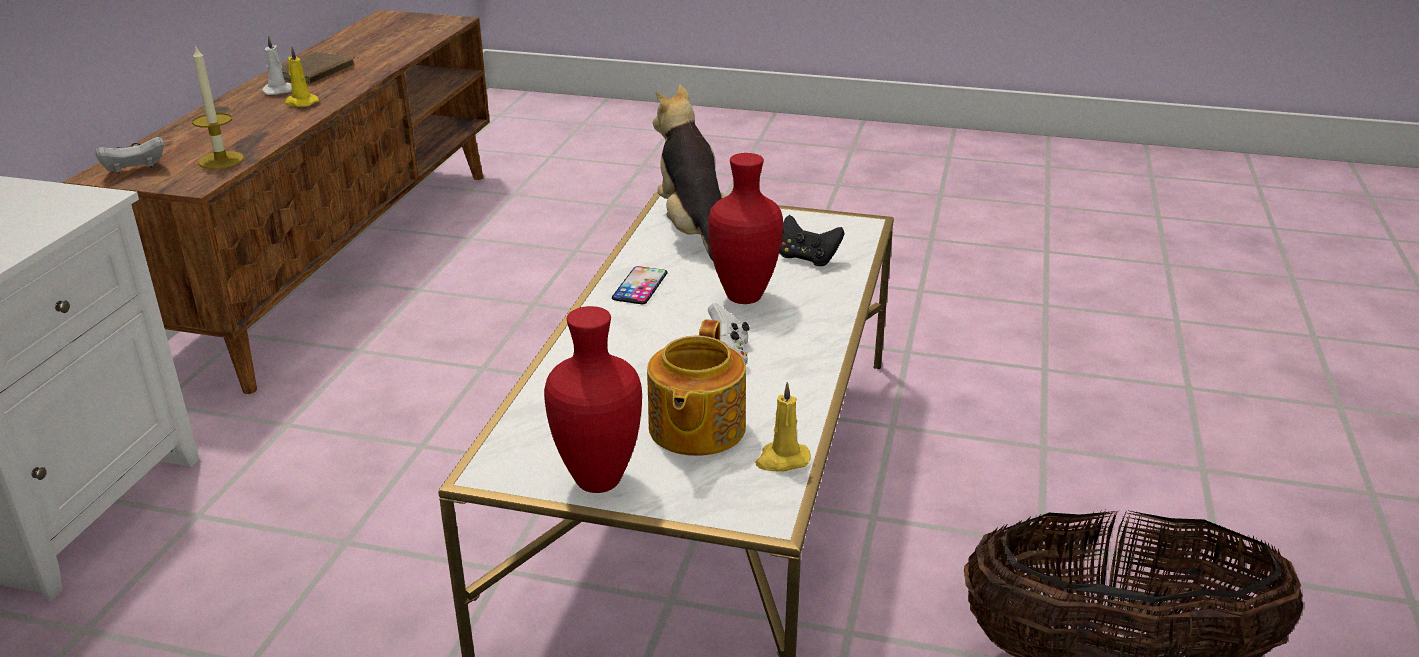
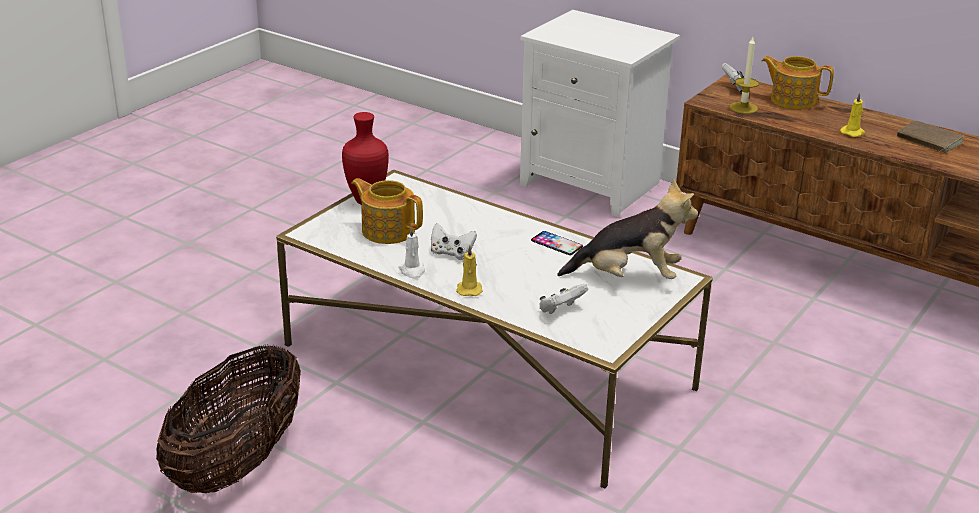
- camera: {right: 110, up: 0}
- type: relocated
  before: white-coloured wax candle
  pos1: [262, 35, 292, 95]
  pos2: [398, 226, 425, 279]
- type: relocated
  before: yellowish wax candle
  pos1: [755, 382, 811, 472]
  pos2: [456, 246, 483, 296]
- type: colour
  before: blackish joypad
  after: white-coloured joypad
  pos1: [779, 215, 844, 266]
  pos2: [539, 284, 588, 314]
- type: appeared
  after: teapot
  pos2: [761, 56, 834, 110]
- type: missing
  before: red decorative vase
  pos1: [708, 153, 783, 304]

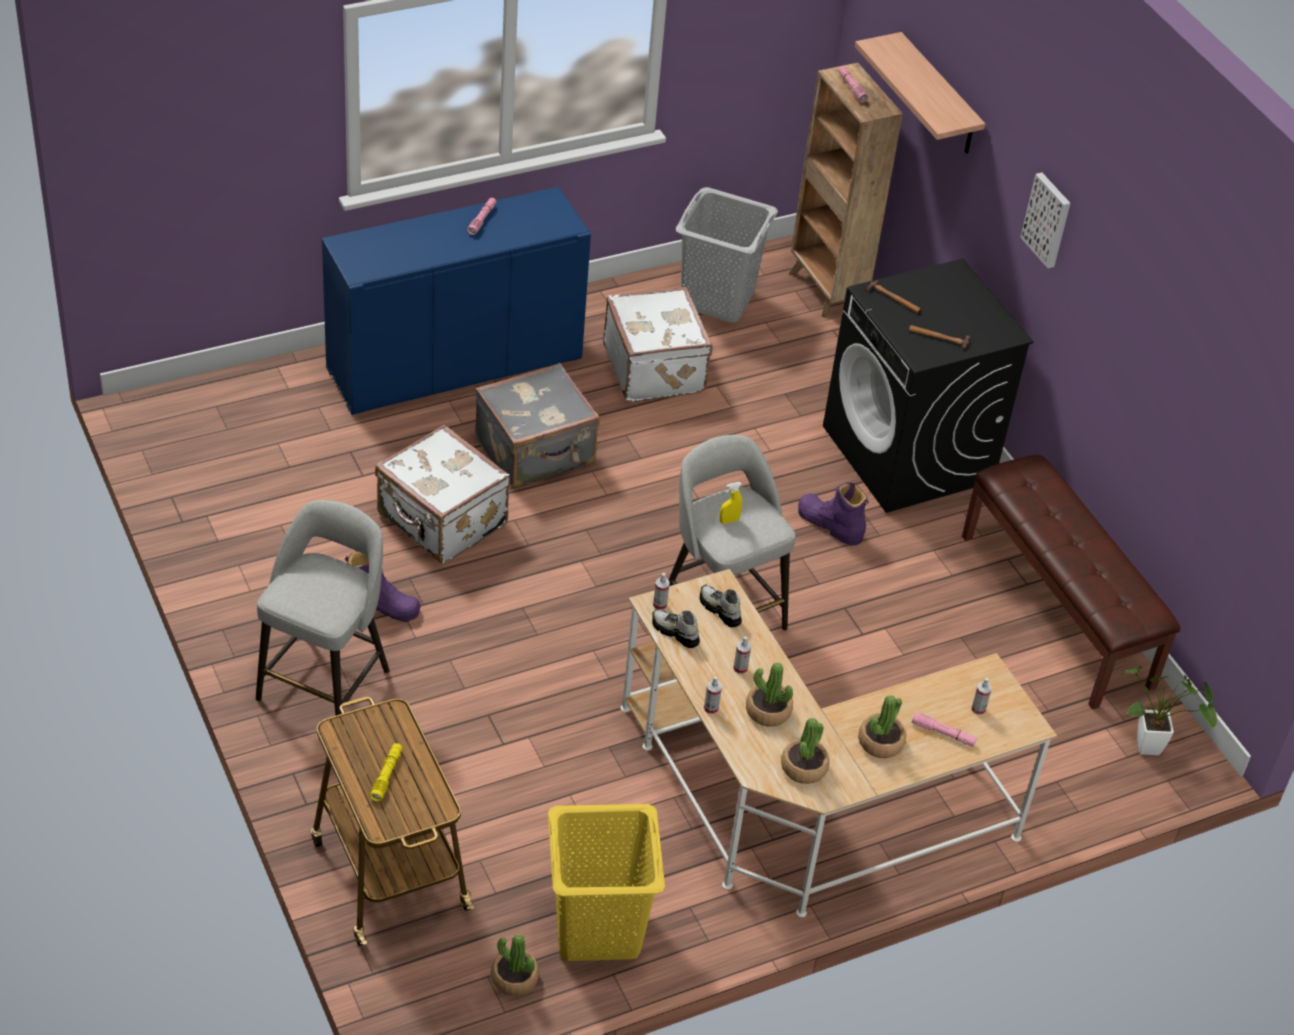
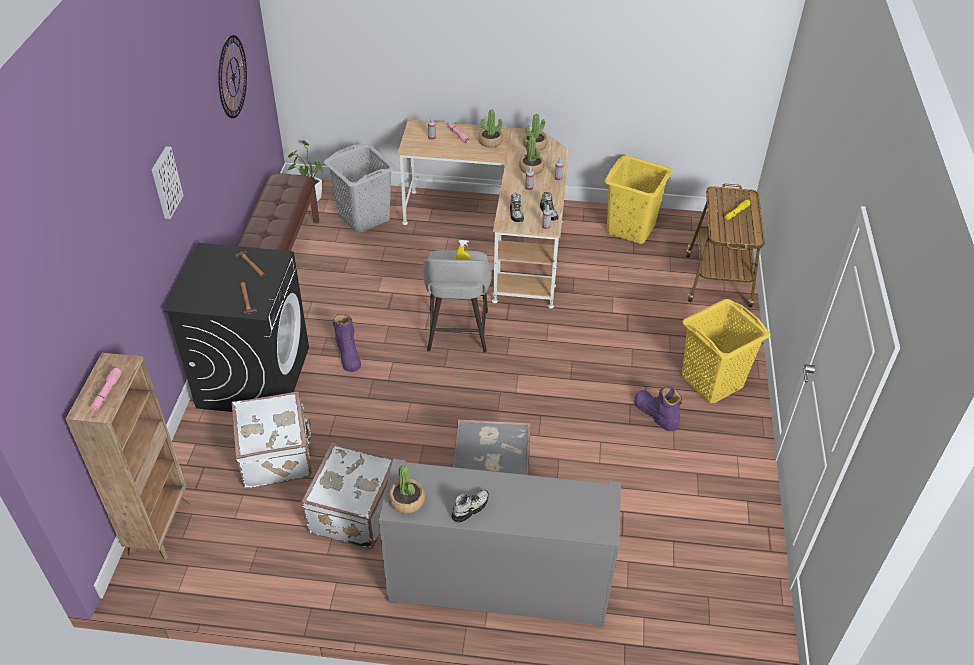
- camera: {right: -145, up: 0}
- type: appeared
  after: hanging clock
  pos2: [218, 35, 247, 118]
- type: relocated
  before: white-coloured suitcase
  pos1: [375, 425, 510, 564]
  pos2: [232, 391, 312, 488]
- type: relocated
  before: gray hamper
  pos1: [676, 187, 778, 323]
  pos2: [324, 144, 396, 233]
- type: colour
  before: blue-coloured cupboard
  after: gray cupboard
  pos1: [322, 187, 591, 415]
  pos2: [379, 459, 621, 627]
- type: relocated
  before: houseplant
  pos1: [491, 934, 539, 996]
  pos2: [388, 465, 425, 514]
- type: exchanged
  before: pink hand torch
  after: shoe
  pos1: [467, 198, 496, 235]
  pos2: [452, 490, 489, 523]
- type: exchanged
  before: gray sitting stool
  after: yellowish hamper
  pos1: [256, 500, 390, 716]
  pos2: [682, 299, 771, 403]
- type: missing
  before: shelf
  pos1: [855, 32, 985, 153]

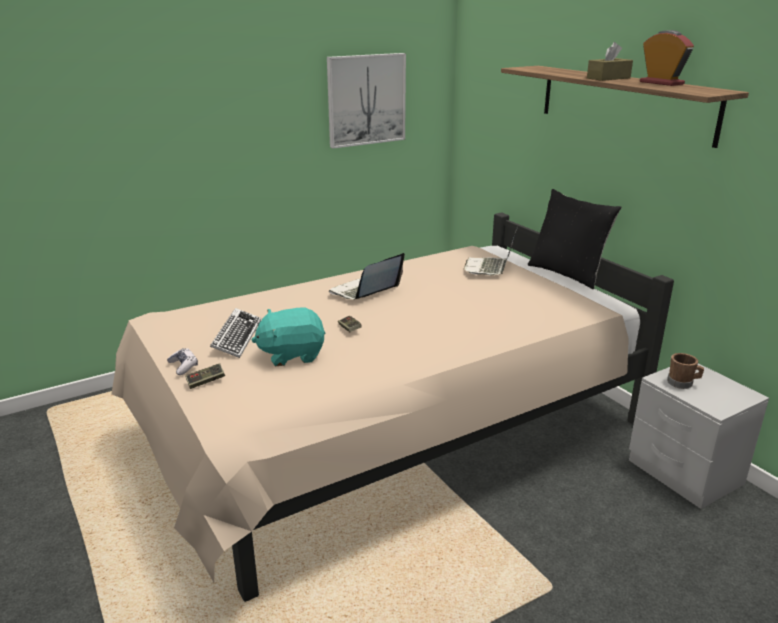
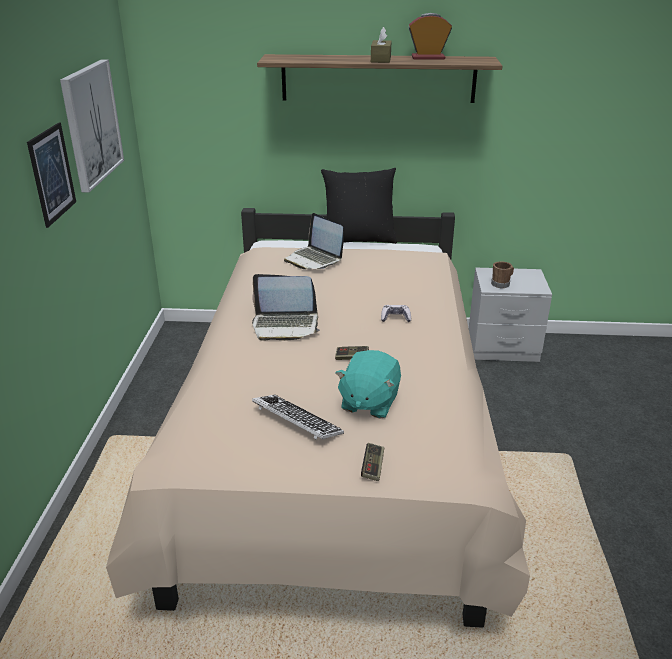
- camera: {right: -55, up: 5}
- type: appeared
  after: picture
  pos2: [27, 122, 76, 228]
- type: spun
  before: notebook computer
  pos1: [329, 253, 405, 300]
  pos2: [252, 274, 320, 341]
  turn: -75
- type: relocated
  before: joypad
  pos1: [167, 348, 198, 375]
  pos2: [381, 305, 411, 322]

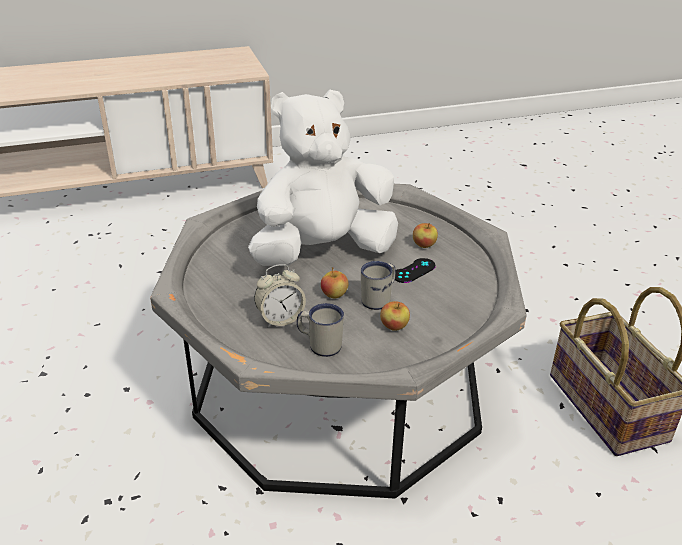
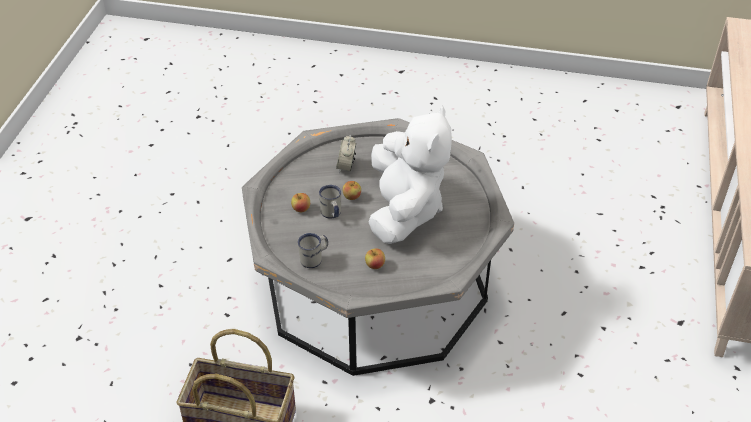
- camera: {right: 120, up: 10}
- type: relocated
  before: white-coloured mug
  pos1: [297, 303, 344, 357]
  pos2: [298, 233, 328, 268]
- type: missing
  before: blackish joypad
  pos1: [395, 258, 436, 283]

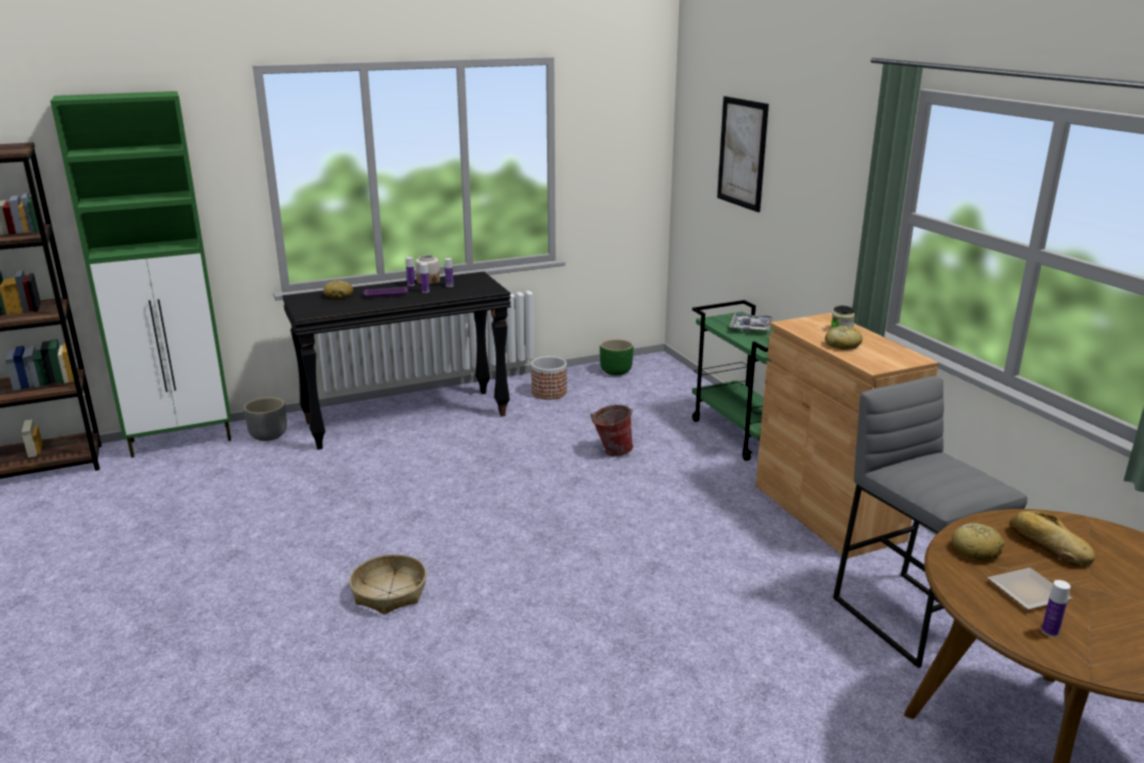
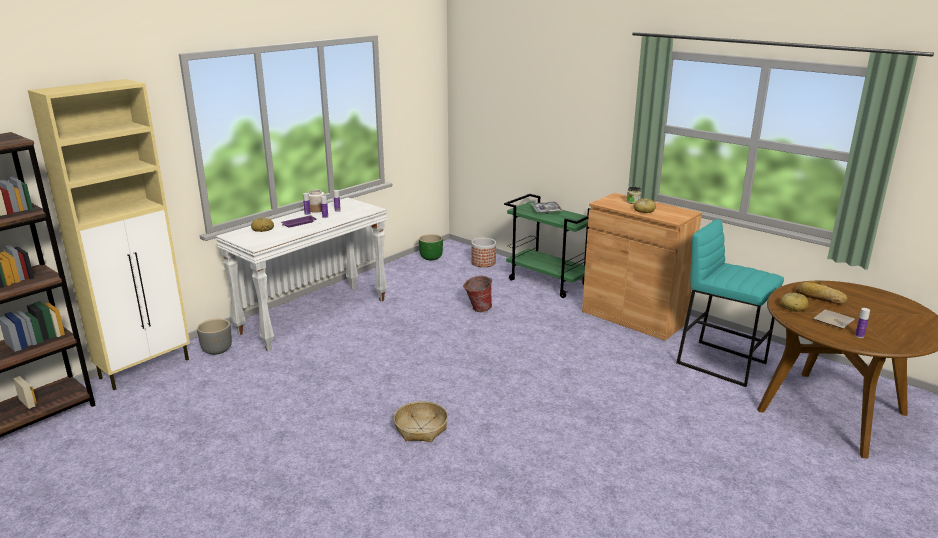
- camera: {right: -25, up: 0}
- type: colour
  before: green cupboard
  after: sand-coloured cupboard
  pos1: [50, 91, 231, 458]
  pos2: [28, 79, 190, 390]
- type: colour
  before: blackish hall table
  after: white-coloured hall table
  pos1: [282, 271, 511, 450]
  pos2: [216, 197, 387, 351]
- type: relocated
  before: planter
  pos1: [531, 356, 567, 400]
  pos2: [471, 238, 496, 267]
- type: colour
  before: gray sitting stool
  after: turquoise sitting stool
  pos1: [833, 376, 1027, 668]
  pos2: [676, 219, 784, 387]
- type: missing
  before: picture
  pos1: [717, 96, 769, 212]

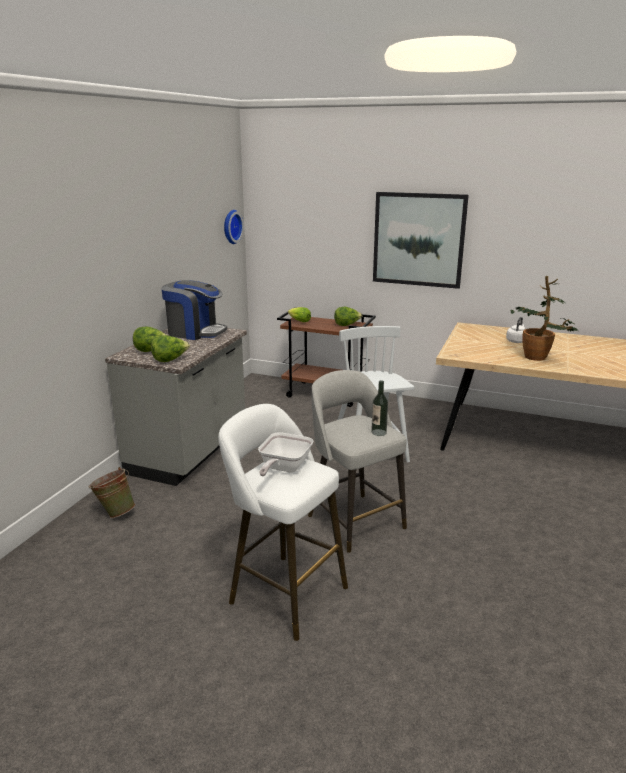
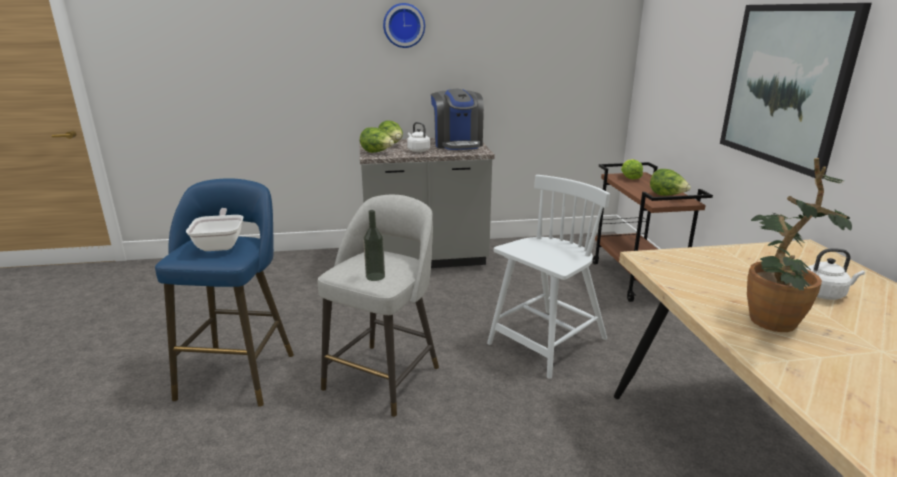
- camera: {right: 60, up: 0}
- type: colour
  before: white-coloured sitting stool
  after: blue-coloured sitting stool
  pos1: [218, 404, 348, 641]
  pos2: [155, 178, 294, 407]
- type: spun
  before: pan
  pos1: [258, 432, 313, 476]
  pos2: [186, 208, 243, 251]
  turn: 90
- type: relocated
  before: hanging clock
  pos1: [224, 210, 244, 244]
  pos2: [383, 3, 425, 48]
- type: appeared
  after: white-coloured tea kettle
  pos2: [407, 122, 430, 152]
- type: missing
  before: green pail
  pos1: [89, 467, 135, 518]

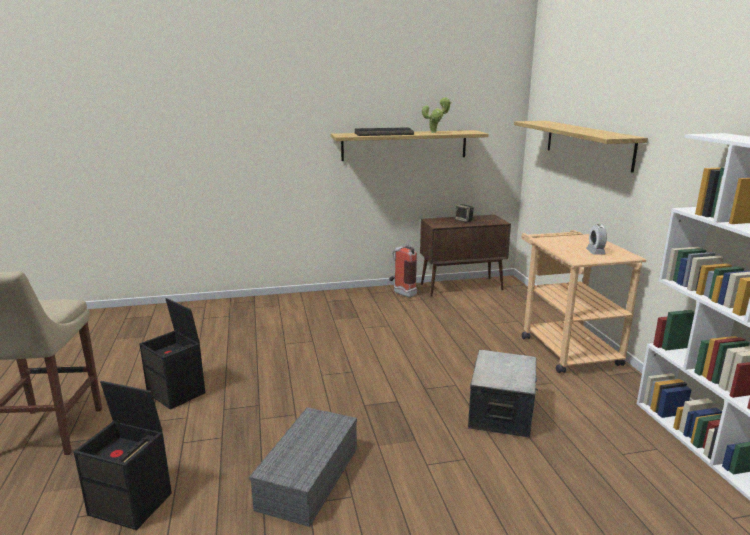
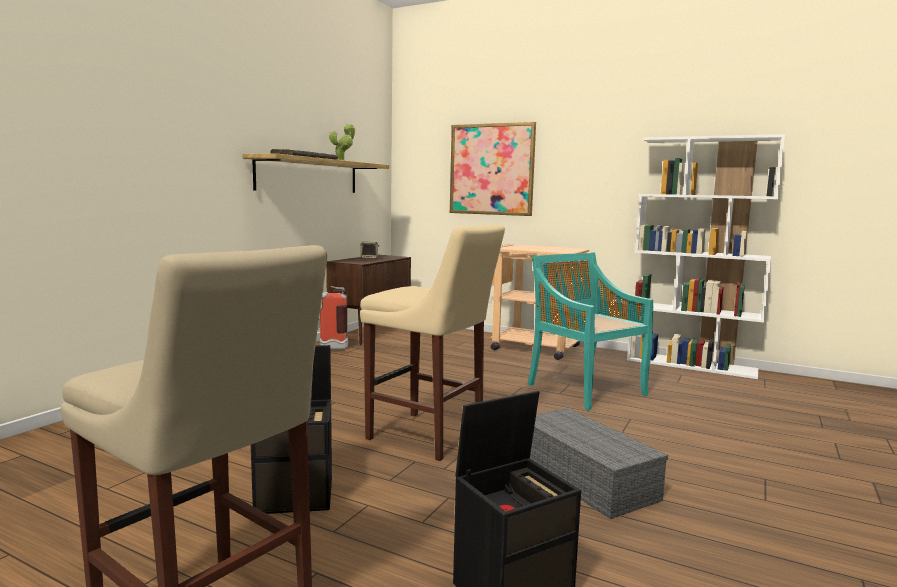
- camera: {right: -50, up: -10}
- type: appeared
  after: sand-coloured sitting stool
  pos2: [360, 224, 505, 461]
- type: exchanged
  before: shelf
  after: picture
  pos1: [514, 121, 648, 173]
  pos2: [450, 122, 536, 216]
- type: exchanged
  before: storage container
  after: turquoise chair
  pos1: [468, 350, 538, 438]
  pos2: [527, 252, 653, 411]
- type: missing
  before: alarm clock
  pos1: [586, 224, 607, 255]

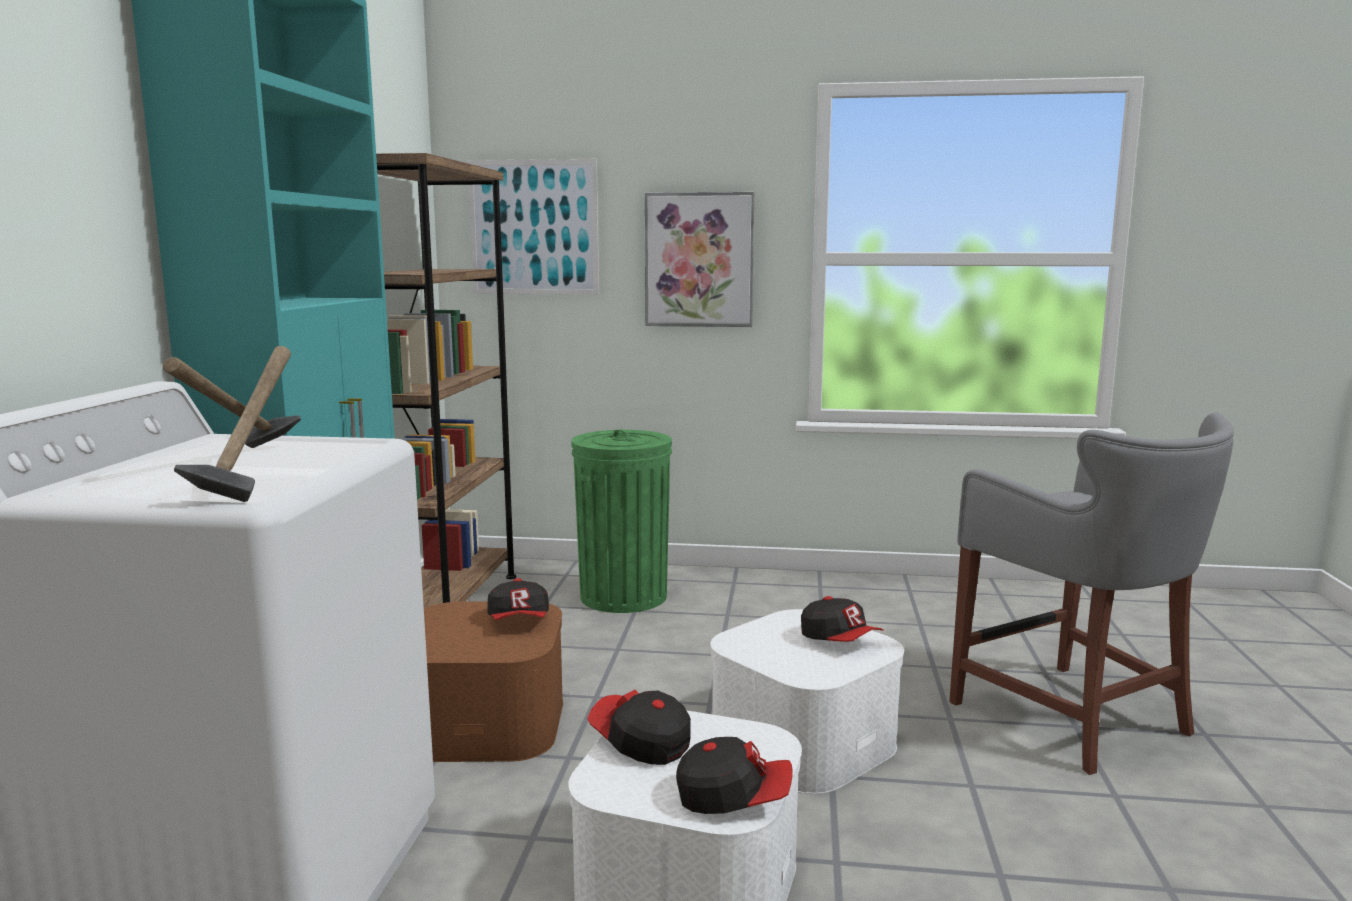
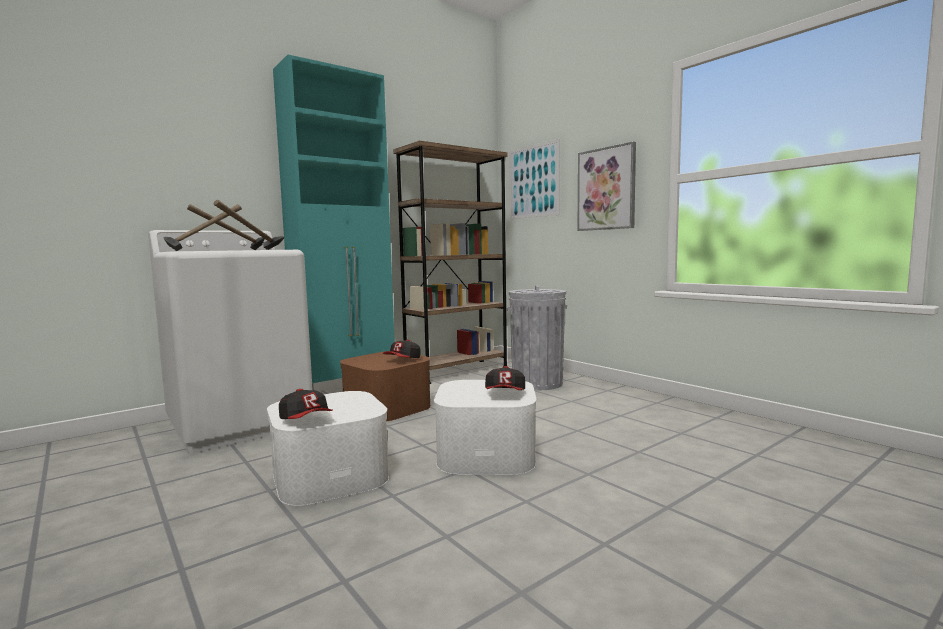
- camera: {right: 45, up: -5}
- type: appeared
  after: hand hammer
  pos2: [214, 200, 284, 250]
- type: colour
  before: green rubbish bin
  after: gray rubbish bin
  pos1: [571, 429, 672, 613]
  pos2: [507, 286, 567, 390]
- type: missing
  before: baseball cap
  pos1: [587, 690, 691, 765]
- type: missing
  before: gray sitting stool
  pos1: [949, 413, 1234, 775]

